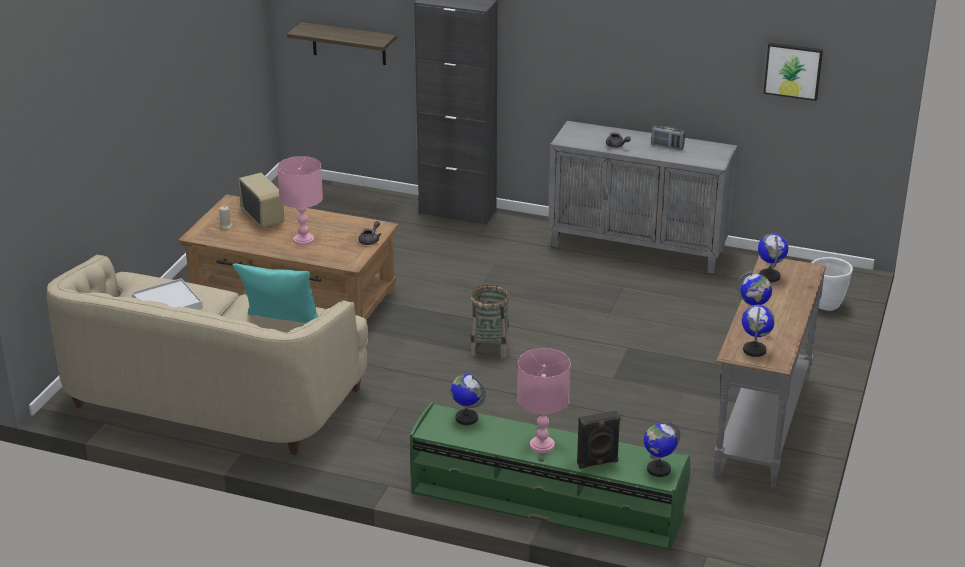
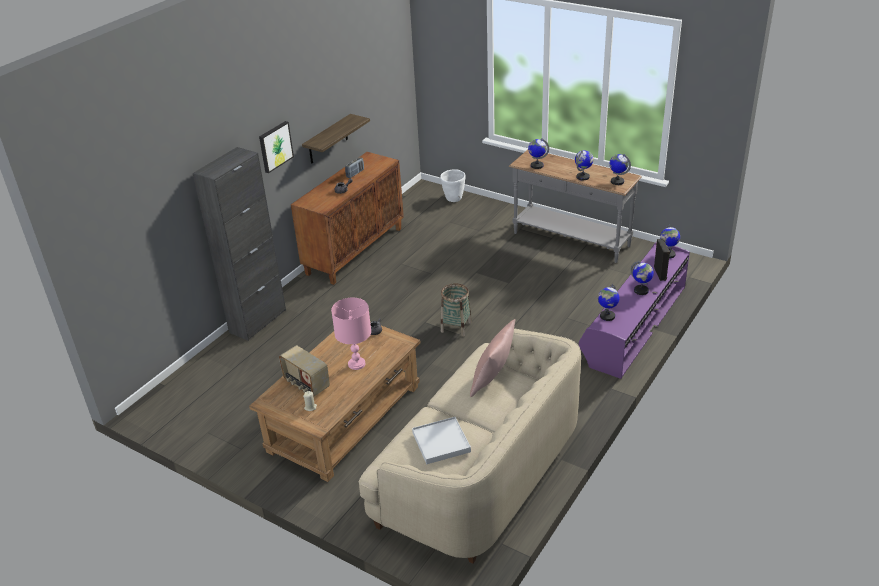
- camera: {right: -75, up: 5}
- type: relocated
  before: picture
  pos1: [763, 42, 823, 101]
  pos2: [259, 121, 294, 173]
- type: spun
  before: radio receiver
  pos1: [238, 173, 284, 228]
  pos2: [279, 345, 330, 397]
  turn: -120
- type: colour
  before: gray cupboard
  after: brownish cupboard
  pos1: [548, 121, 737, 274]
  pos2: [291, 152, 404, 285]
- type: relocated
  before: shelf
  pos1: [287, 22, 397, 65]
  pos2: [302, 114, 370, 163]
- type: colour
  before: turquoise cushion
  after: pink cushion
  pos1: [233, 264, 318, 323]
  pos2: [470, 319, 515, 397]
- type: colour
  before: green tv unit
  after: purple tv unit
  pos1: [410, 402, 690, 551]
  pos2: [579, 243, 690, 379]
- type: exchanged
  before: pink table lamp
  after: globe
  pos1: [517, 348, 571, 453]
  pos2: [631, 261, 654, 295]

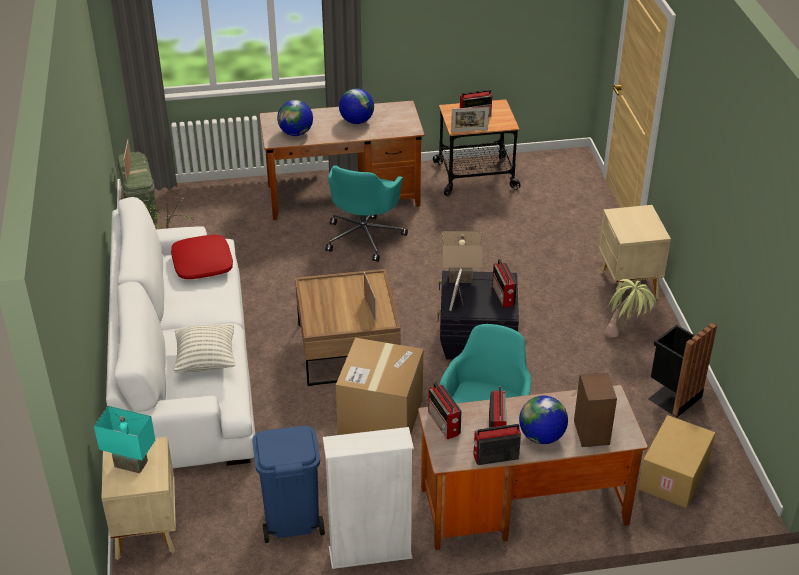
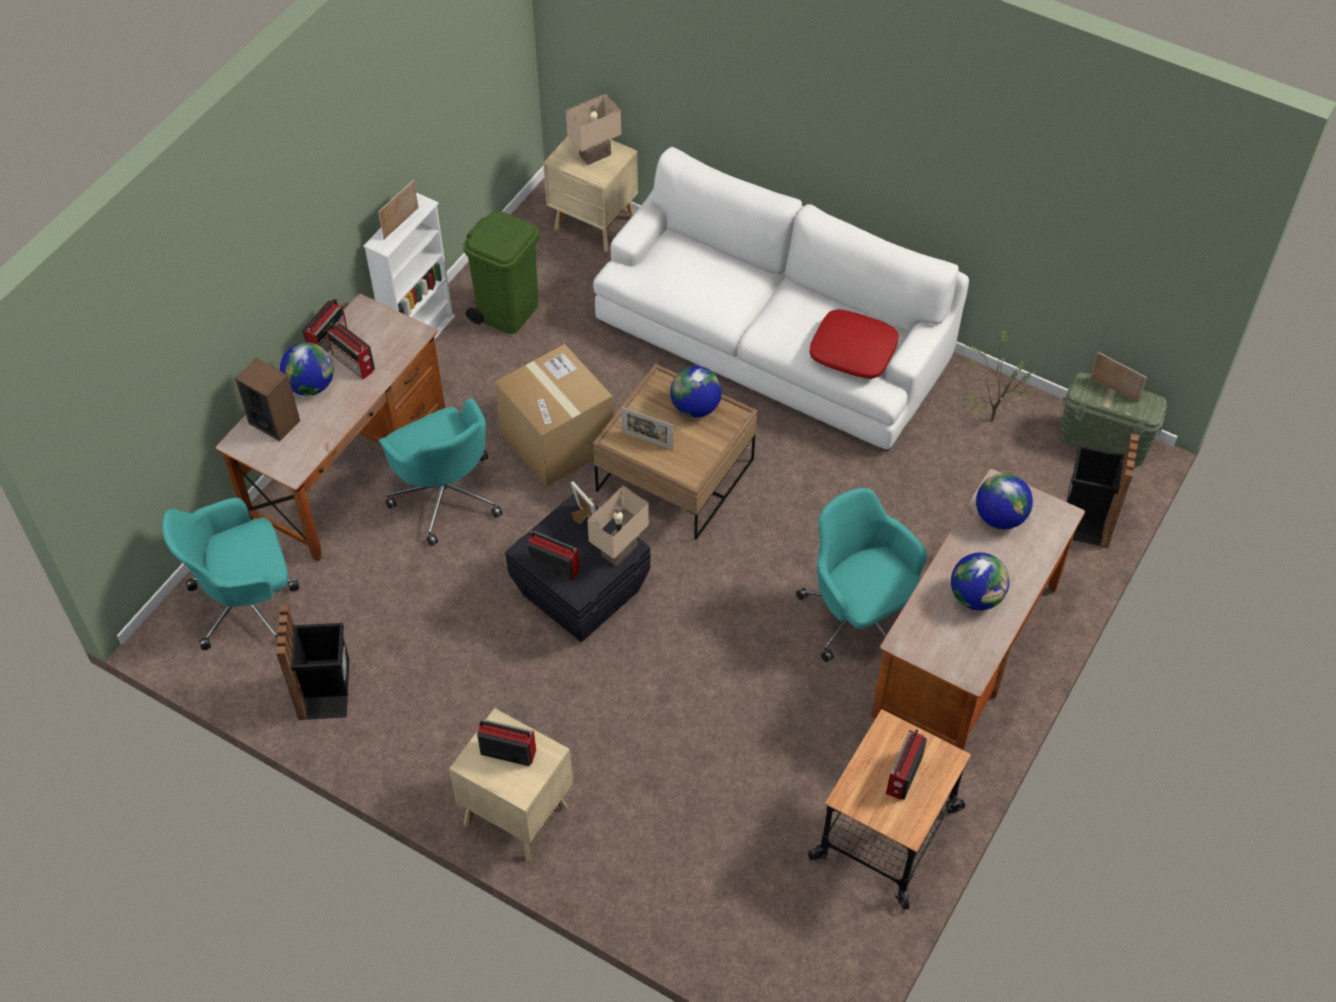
- camera: {right: 130, up: 15}
- type: exchanged
  before: packing box
  after: turquoise office chair
  pos1: [638, 415, 715, 508]
  pos2: [162, 498, 299, 650]
- type: relocated
  before: standing frame
  pos1: [451, 107, 489, 132]
  pos2: [378, 180, 419, 240]
- type: colour
  before: blue-coloured rubbish bin
  after: green rubbish bin
  pos1: [252, 426, 325, 543]
  pos2: [463, 211, 540, 334]
- type: relocated
  before: radio receiver
  pos1: [428, 382, 462, 440]
  pos2: [476, 719, 536, 766]
- type: colour
  before: turquoise table lamp
  after: sand-coloured table lamp
  pos1: [94, 406, 155, 474]
  pos2: [566, 93, 621, 165]
- type: appeared
  after: globe
  pos2: [670, 366, 722, 418]
- type: appeared
  after: blackish rubbish bin
  pos2: [1067, 434, 1139, 548]
- type: missing
  before: cushion
  pos1: [174, 324, 235, 373]
- type: missing
  before: houseplant
  pos1: [605, 279, 657, 338]

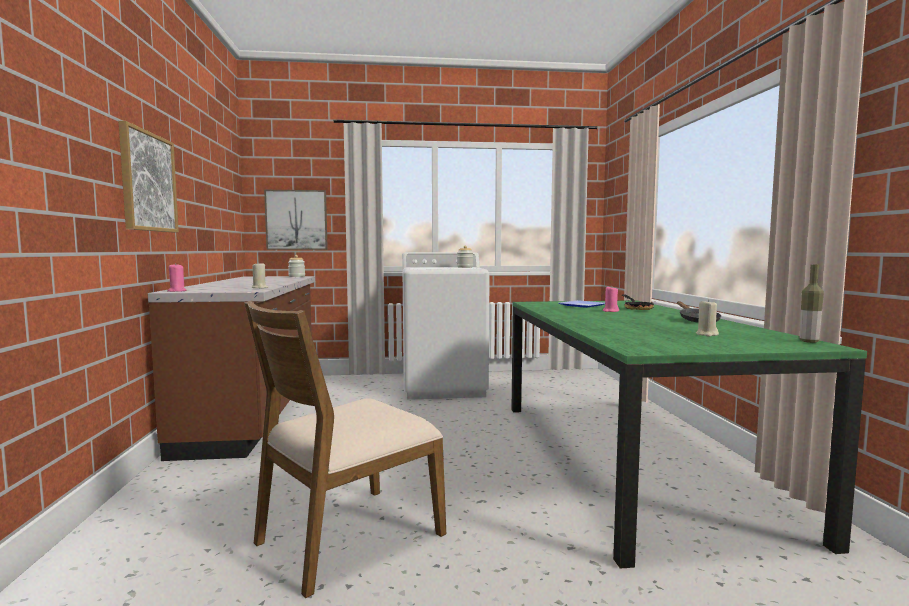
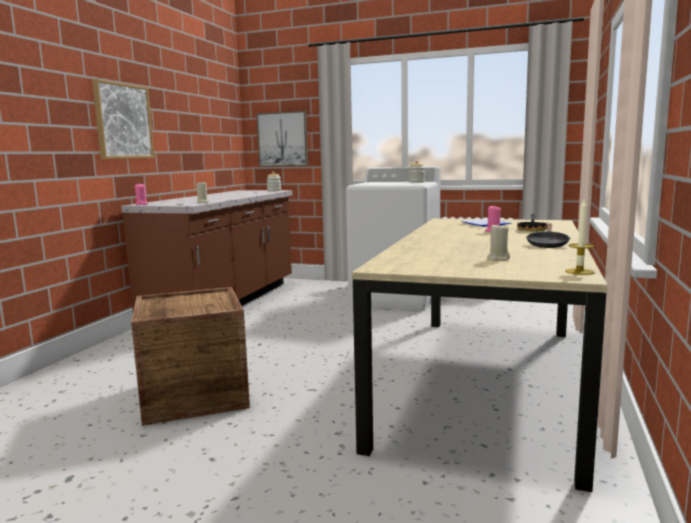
- camera: {right: 25, up: 5}
- type: exchanged
  before: brownish chair
  after: shipping crate
  pos1: [245, 301, 446, 598]
  pos2: [131, 287, 250, 426]
- type: colour
  before: green dinner table
  after: sand-coloured dinner table
  pos1: [512, 300, 867, 569]
  pos2: [352, 218, 608, 492]
- type: exchanged
  before: bottle
  after: wax candle
  pos1: [800, 265, 824, 343]
  pos2: [565, 200, 595, 275]

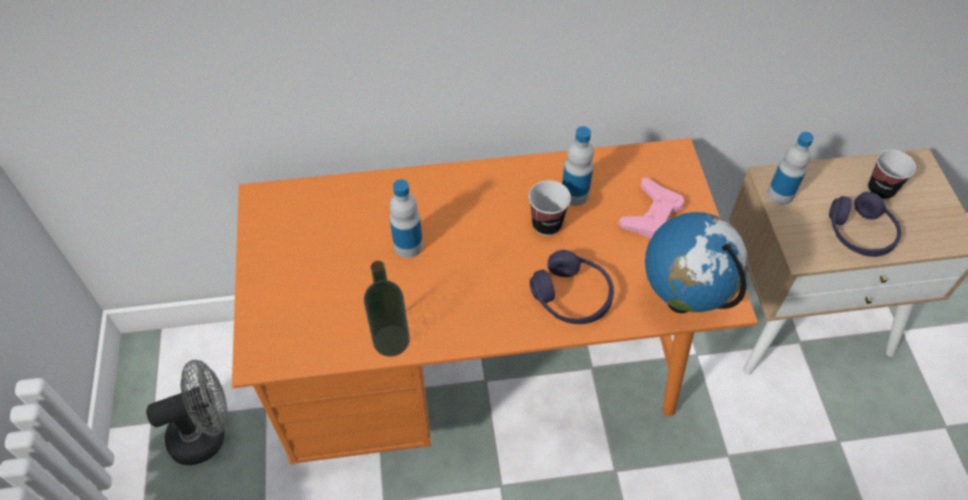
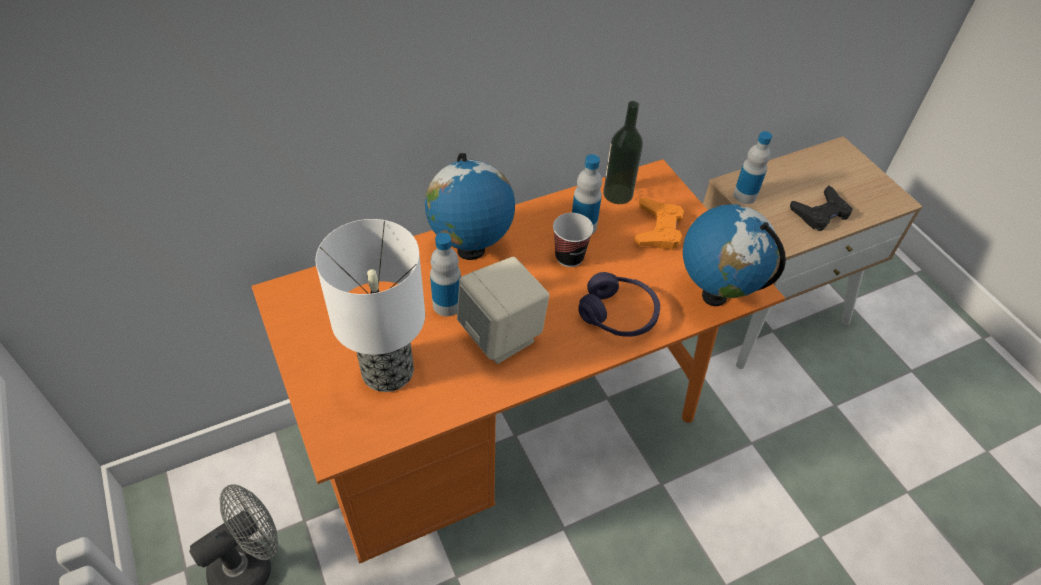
- camera: {right: -20, up: -5}
- type: appeared
  after: table lamp
  pos2: [316, 219, 425, 392]
- type: appeared
  after: globe
  pos2: [425, 153, 515, 260]
- type: appeared
  after: sand-coloured speaker
  pos2: [457, 257, 549, 364]
- type: relocated
  before: bottle
  pos1: [364, 261, 410, 357]
  pos2: [603, 101, 643, 204]
- type: colour
  before: pink joypad
  after: orange joypad
  pos1: [619, 177, 684, 239]
  pos2: [634, 198, 684, 250]
- type: exchanged
  before: purple headset
  after: blackish joypad
  pos1: [829, 192, 901, 257]
  pos2: [790, 185, 853, 231]
- type: missing
  before: drinking cup
  pos1: [868, 150, 916, 200]

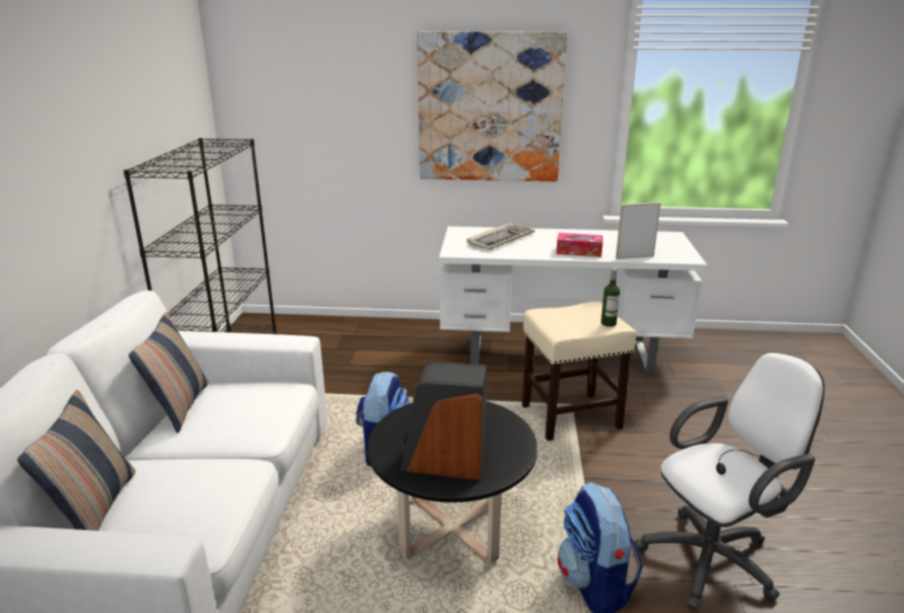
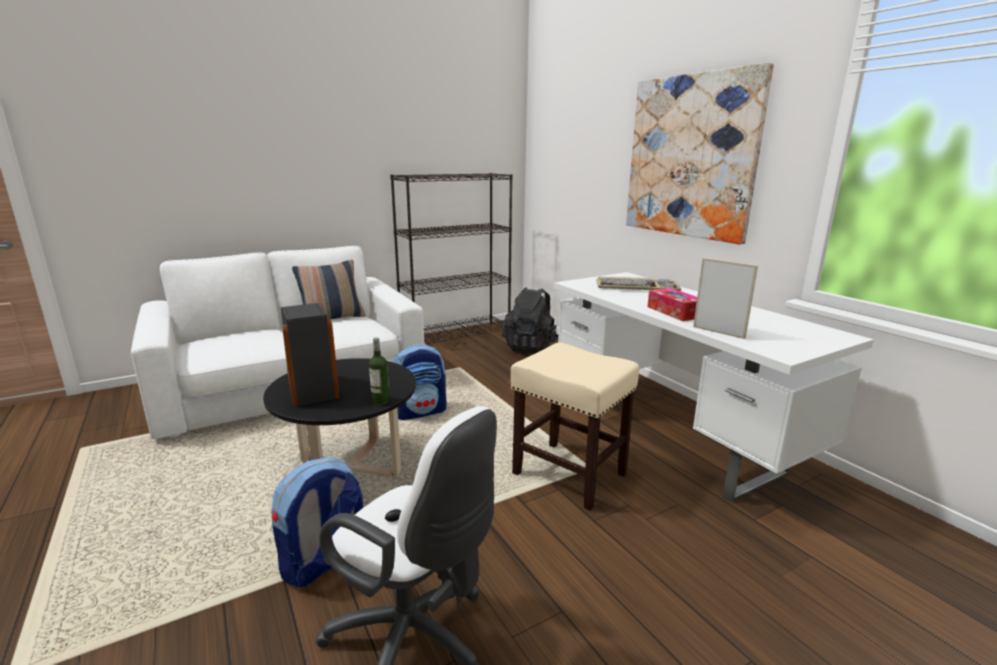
- camera: {right: 55, up: -5}
- type: relocated
  before: bottle
  pos1: [601, 268, 620, 327]
  pos2: [369, 337, 390, 405]
- type: appeared
  after: blackish knapsack
  pos2: [502, 288, 558, 354]
- type: missing
  before: cushion
  pos1: [17, 390, 136, 531]

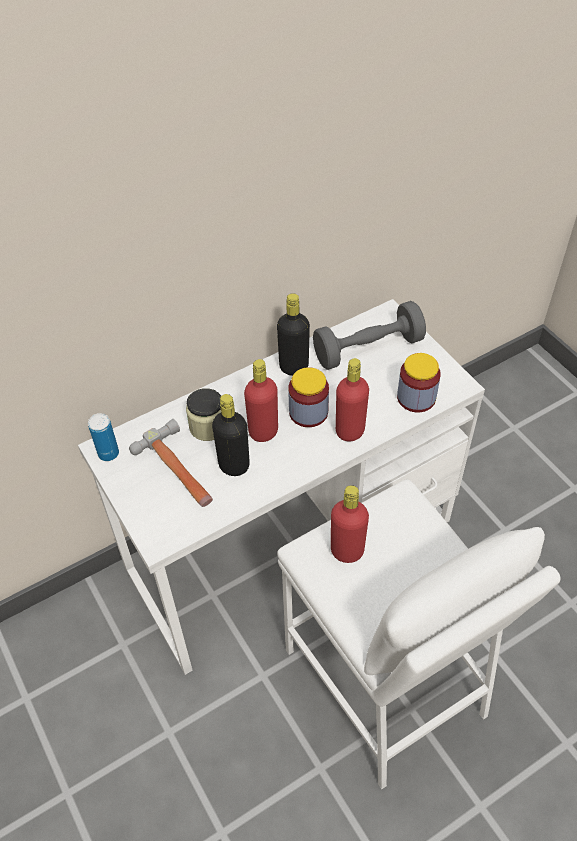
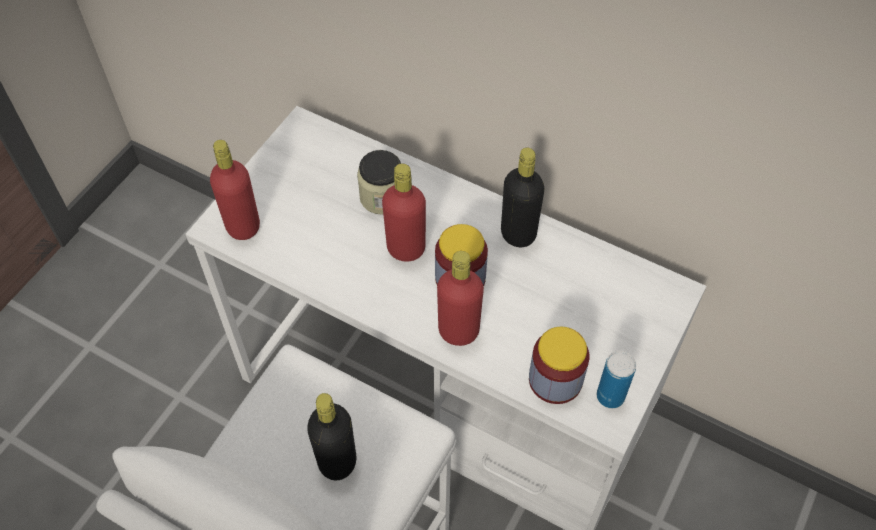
- camera: {right: 60, up: 5}
- type: relocated
  before: red bottle
  pos1: [331, 485, 369, 563]
  pos2: [210, 140, 260, 240]
- type: relocated
  before: blackish bottle
  pos1: [212, 394, 250, 476]
  pos2: [307, 393, 356, 481]
- type: relocated
  before: sealed can
  pos1: [88, 413, 119, 461]
  pos2: [597, 351, 636, 408]
- type: missing
  before: hand hammer
  pos1: [129, 419, 213, 507]
- type: missing
  before: gray hand weight
  pos1: [313, 301, 426, 370]

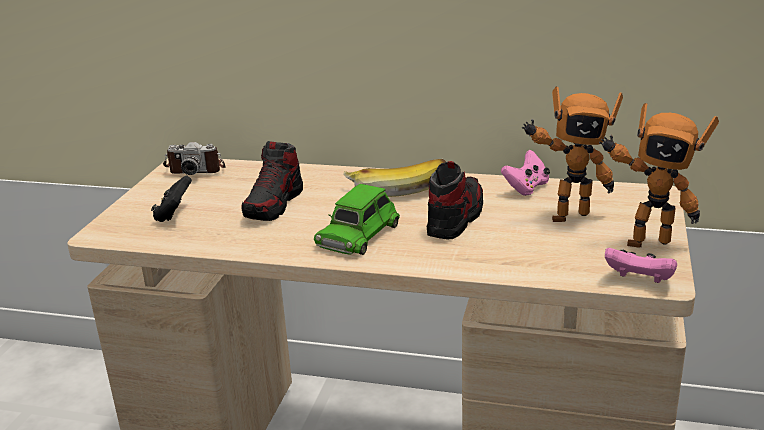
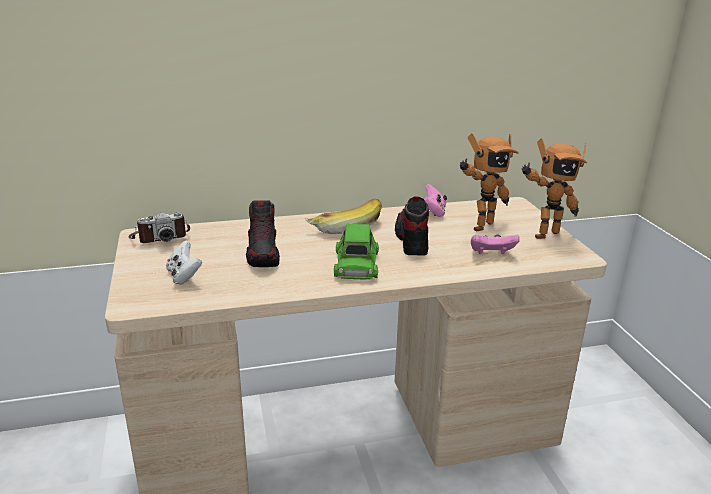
- camera: {right: -30, up: 0}
- type: colour
  before: blackish joypad
  after: white-coloured joypad
  pos1: [151, 175, 192, 222]
  pos2: [166, 240, 202, 285]
- type: relocated
  before: pink joypad
  pos1: [605, 248, 677, 283]
  pos2: [471, 235, 520, 254]

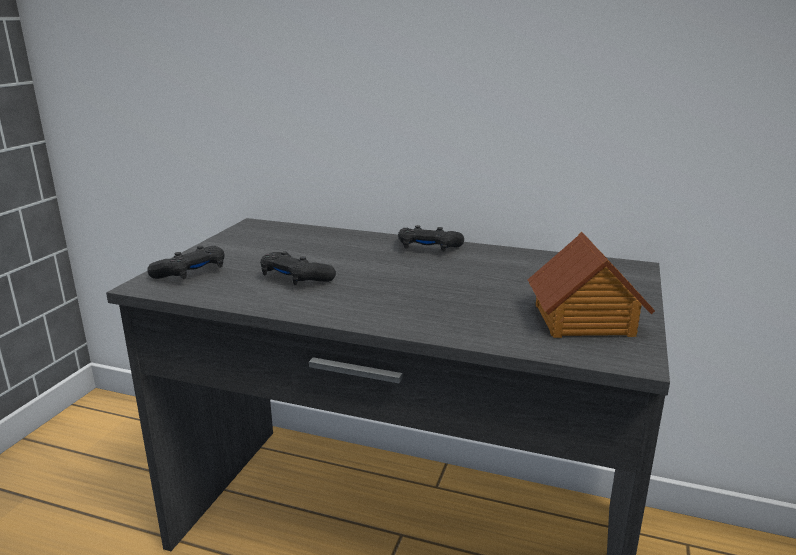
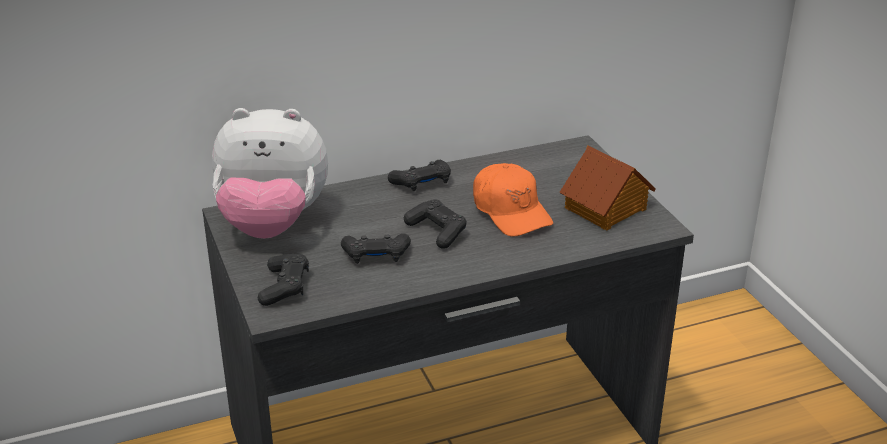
- camera: {right: -40, up: 10}
- type: appeared
  after: plush toy
  pos2: [212, 108, 328, 239]
- type: appeared
  after: blackish joypad
  pos2: [404, 199, 467, 249]
- type: appeared
  after: orange baseball cap
  pos2: [473, 163, 553, 237]

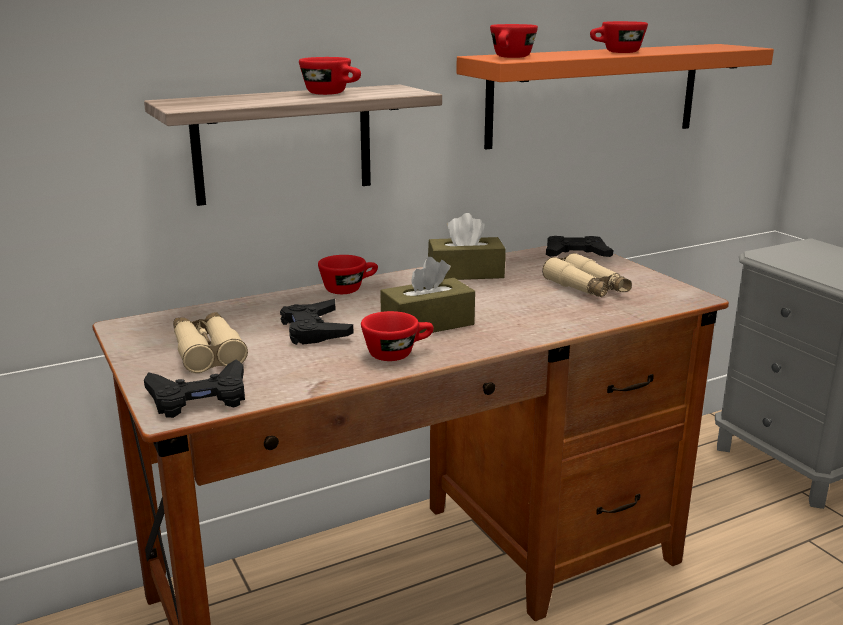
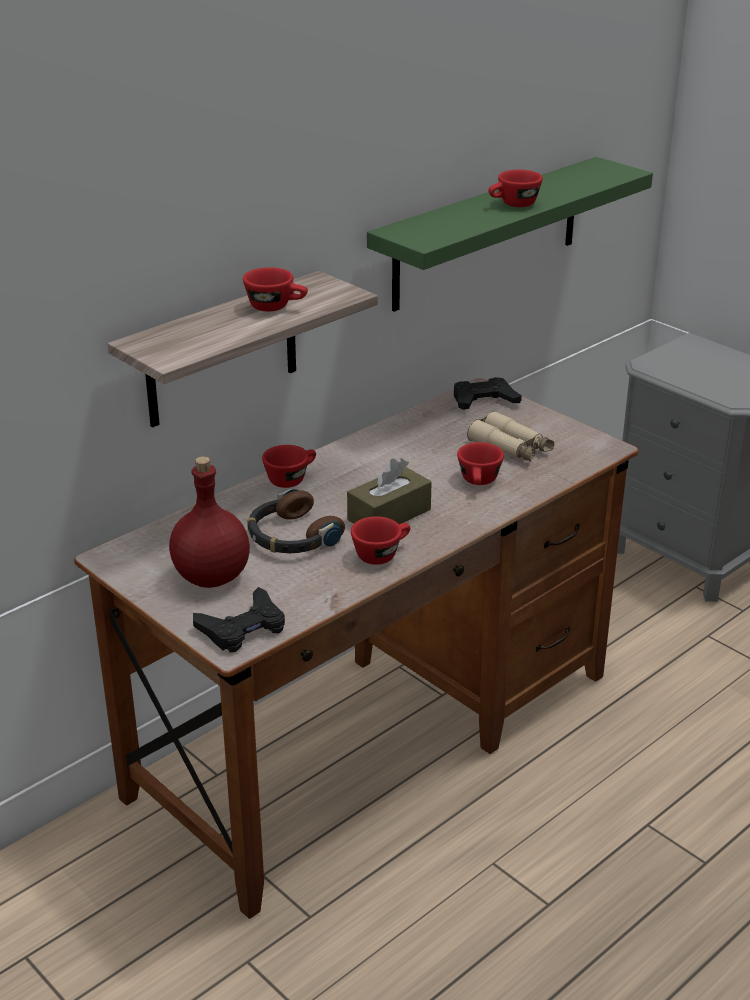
- camera: {right: -15, up: 10}
- type: exchanged
  before: sand-coloured field glasses
  after: red bottle
  pos1: [173, 312, 248, 373]
  pos2: [169, 456, 250, 588]
- type: exchanged
  before: blackish joypad
  after: headset
  pos1: [280, 299, 353, 345]
  pos2: [247, 489, 345, 553]
- type: colour
  before: orange shelf
  after: green shelf
  pos1: [456, 44, 774, 149]
  pos2: [367, 157, 653, 312]
- type: relocated
  before: red drinking cup
  pos1: [490, 24, 538, 58]
  pos2: [457, 442, 504, 485]
- type: missing
  before: brownish box of tissues
  pos1: [428, 213, 506, 280]

